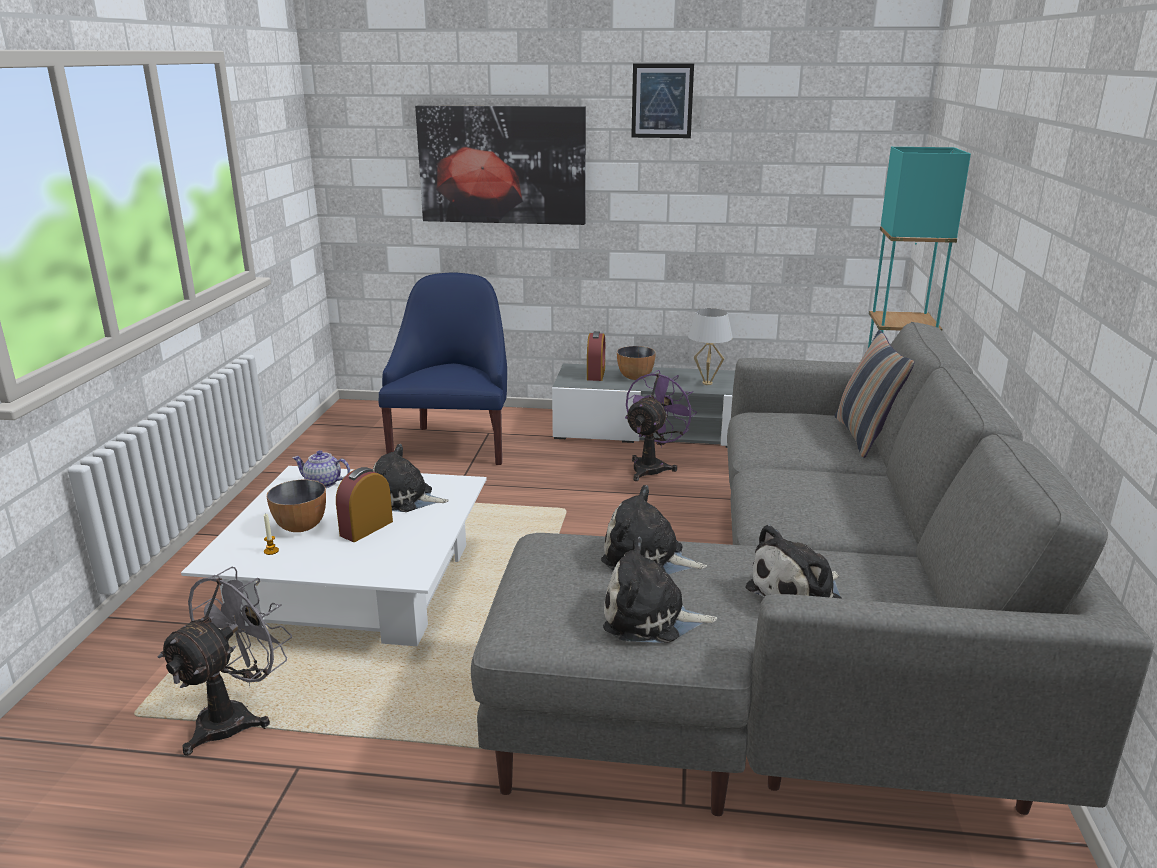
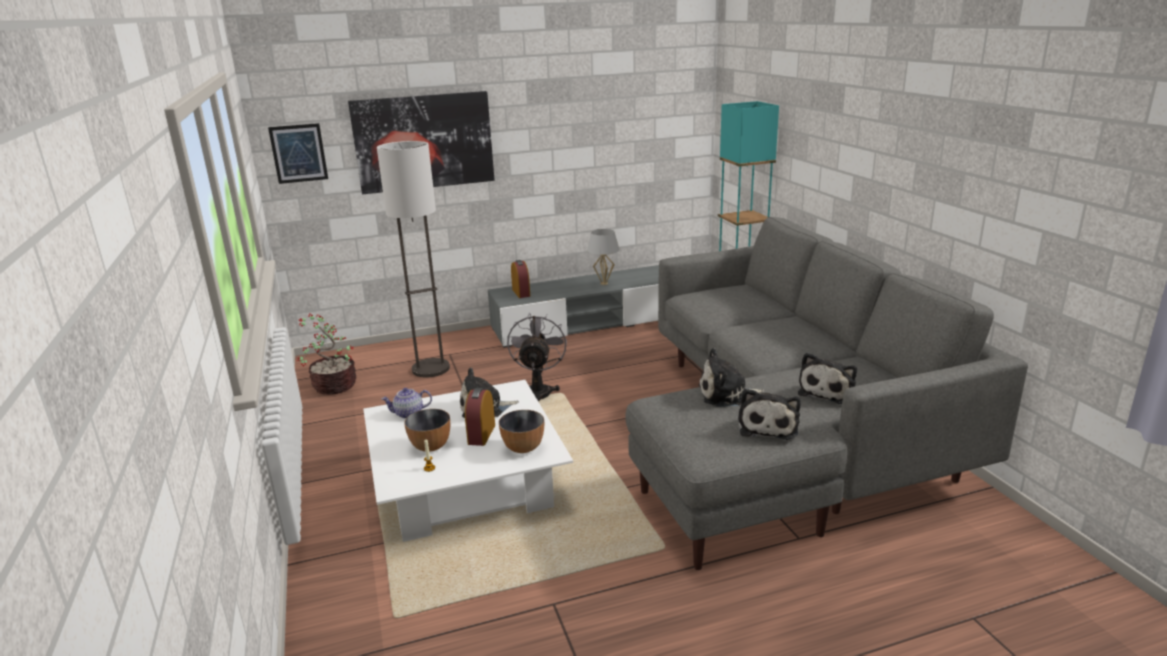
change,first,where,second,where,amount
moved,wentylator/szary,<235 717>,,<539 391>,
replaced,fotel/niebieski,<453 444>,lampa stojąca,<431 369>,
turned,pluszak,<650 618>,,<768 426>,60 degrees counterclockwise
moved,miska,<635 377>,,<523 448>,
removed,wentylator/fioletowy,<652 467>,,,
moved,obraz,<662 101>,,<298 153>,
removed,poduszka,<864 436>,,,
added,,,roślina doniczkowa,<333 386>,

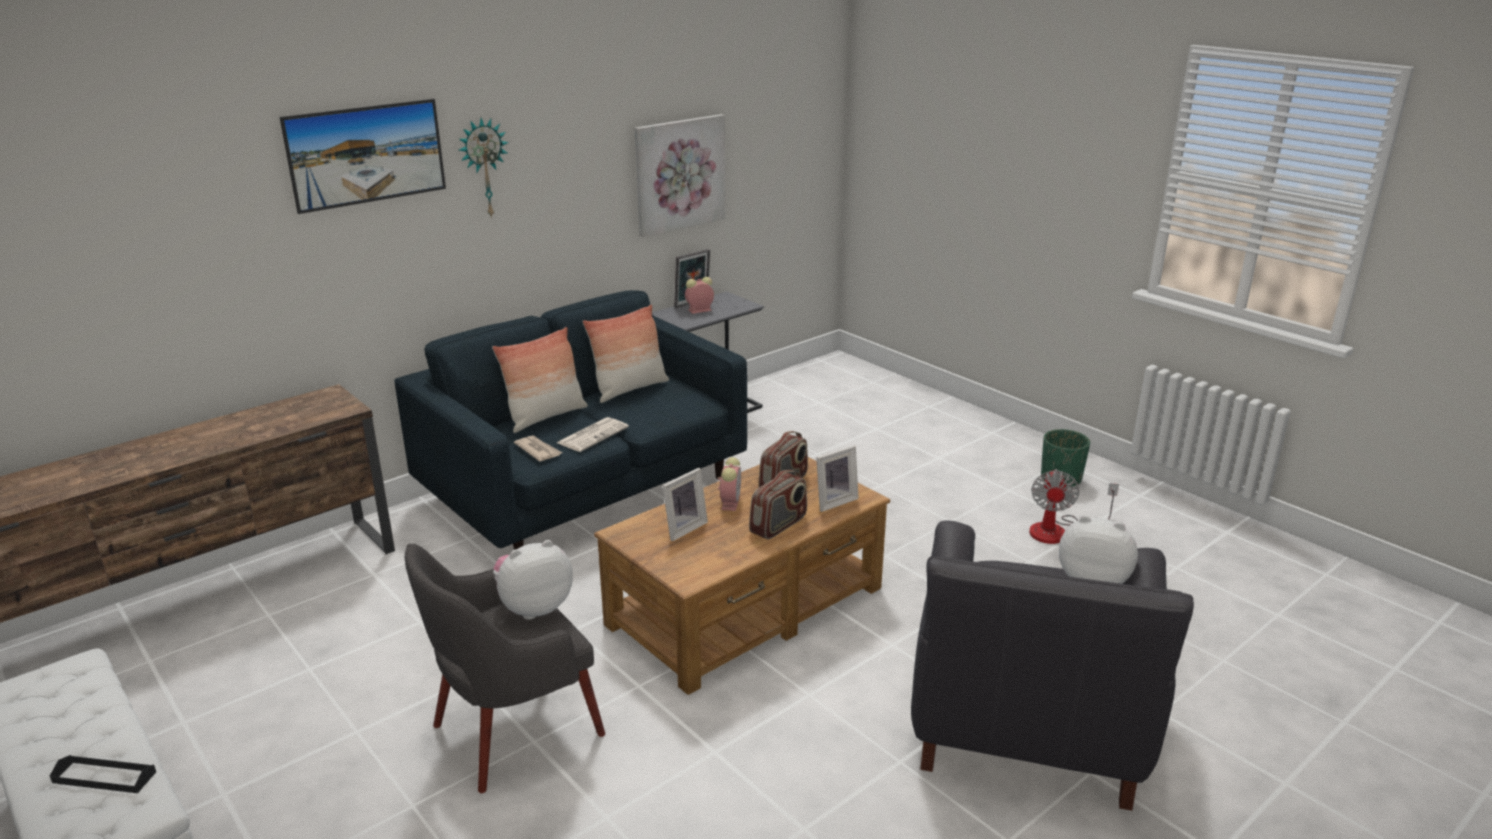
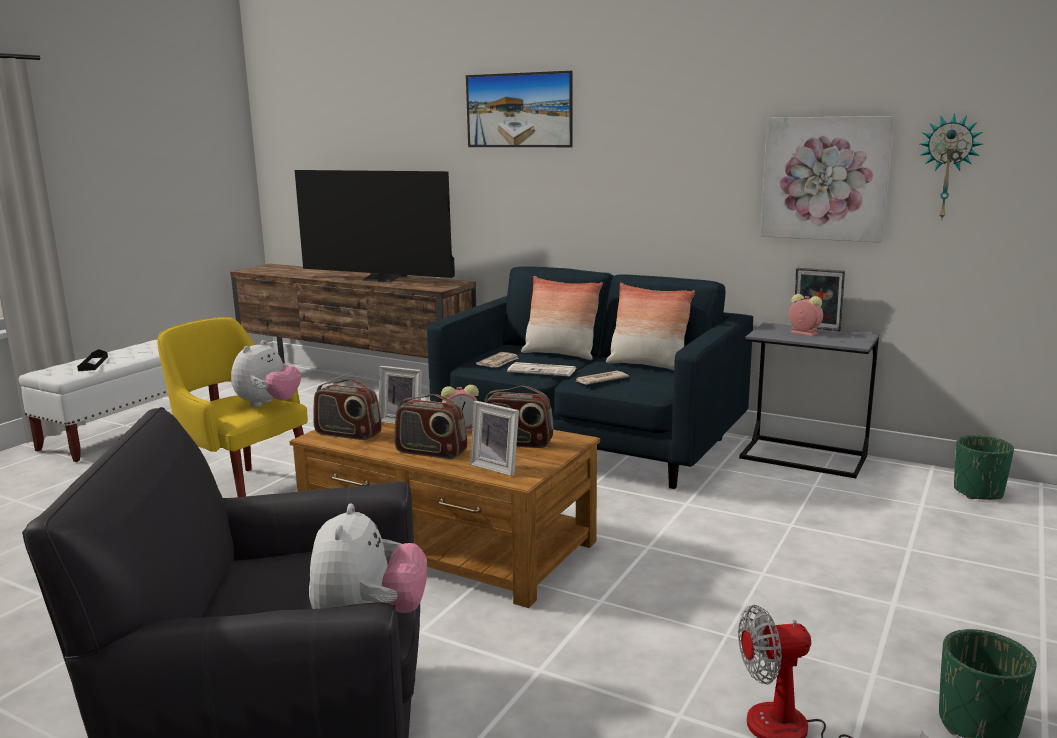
change,first,where,second,where,amount
recoloured,fotel/szary,<514 731>,fotel/żółty,<245 493>,
moved,zegar ścienny,<484 168>,,<948 167>,
turned,pluszak,<534 607>,,<268 404>,75 degrees clockwise
added,,,telewizor,<382 279>,
added,,,radio,<348 434>,
added,,,gazeta,<600 380>,
added,,,donica/zielony,<978 492>,

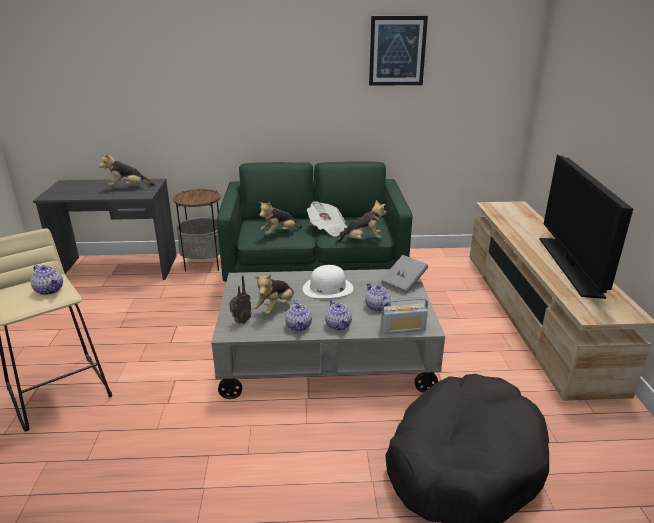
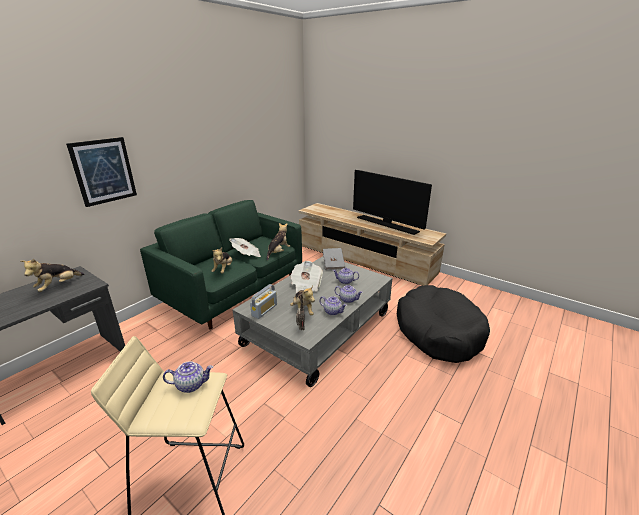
change,first,where,second,where,amount
removed,stolik,<204 263>,,,
replaced,kapelusz/biały,<327 288>,gazeta,<306 286>,
moved,obraz,<397 51>,,<103 171>,
moved,radio,<403 328>,,<264 310>,

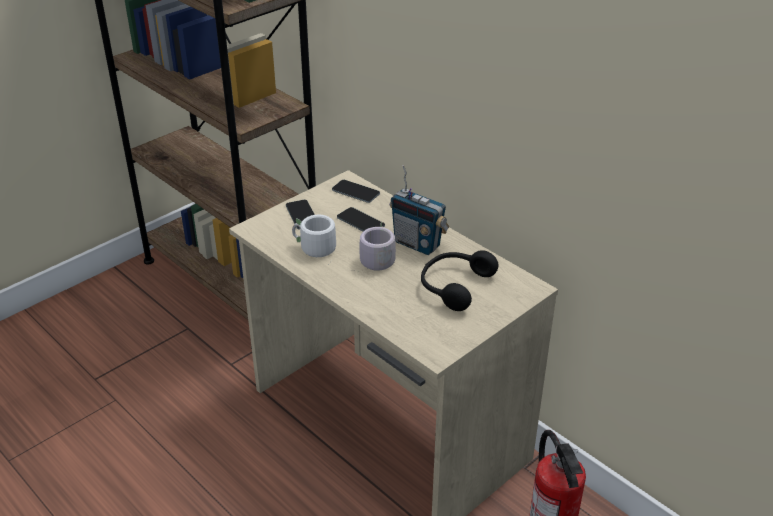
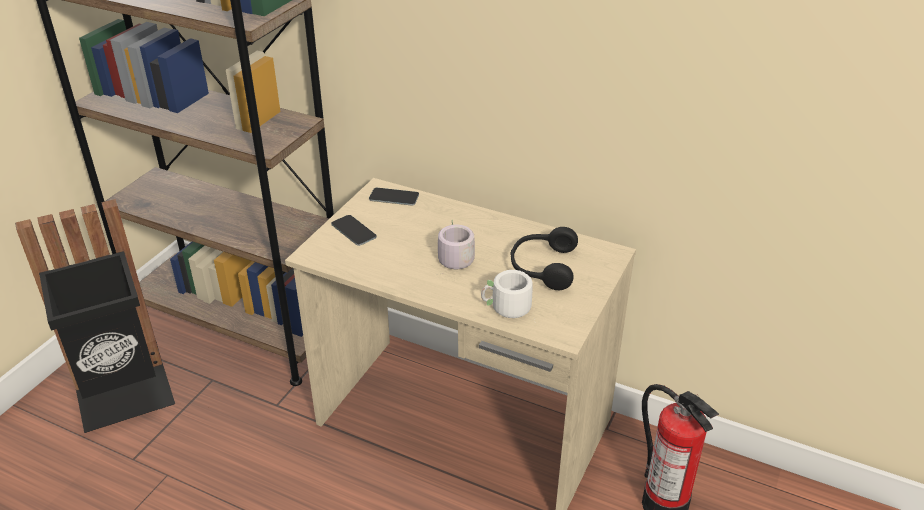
change,first,where,second,where,amount
moved,kubek/biały,<313 249>,,<506 309>,
removed,telefon,<360 221>,,,
removed,radio,<417 244>,,,
added,,,kosz na śmieci/czarny,<126 396>,

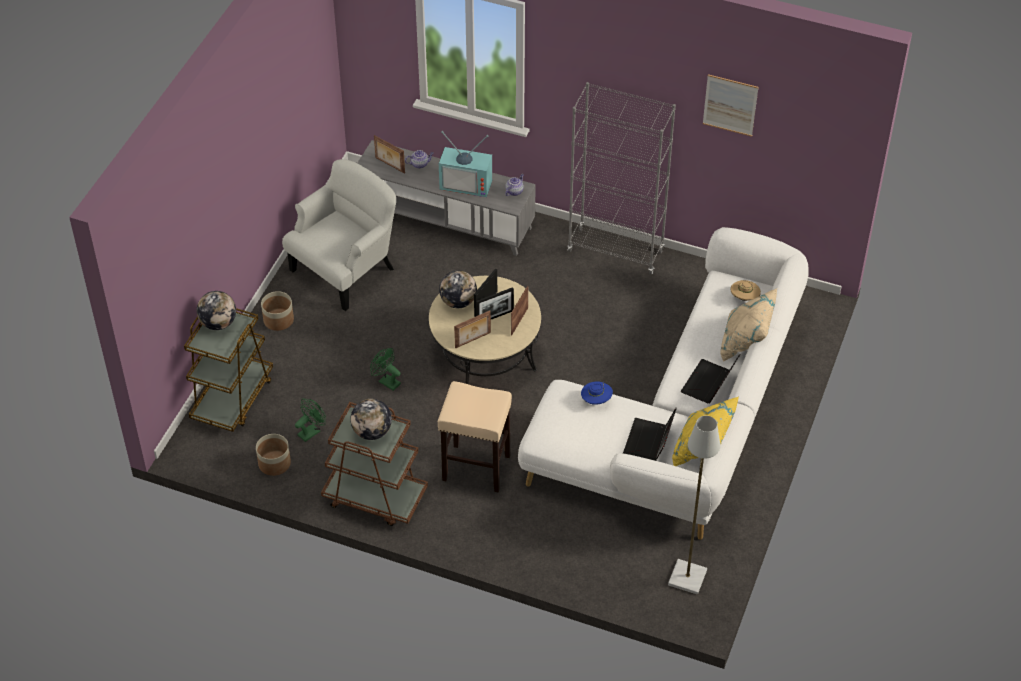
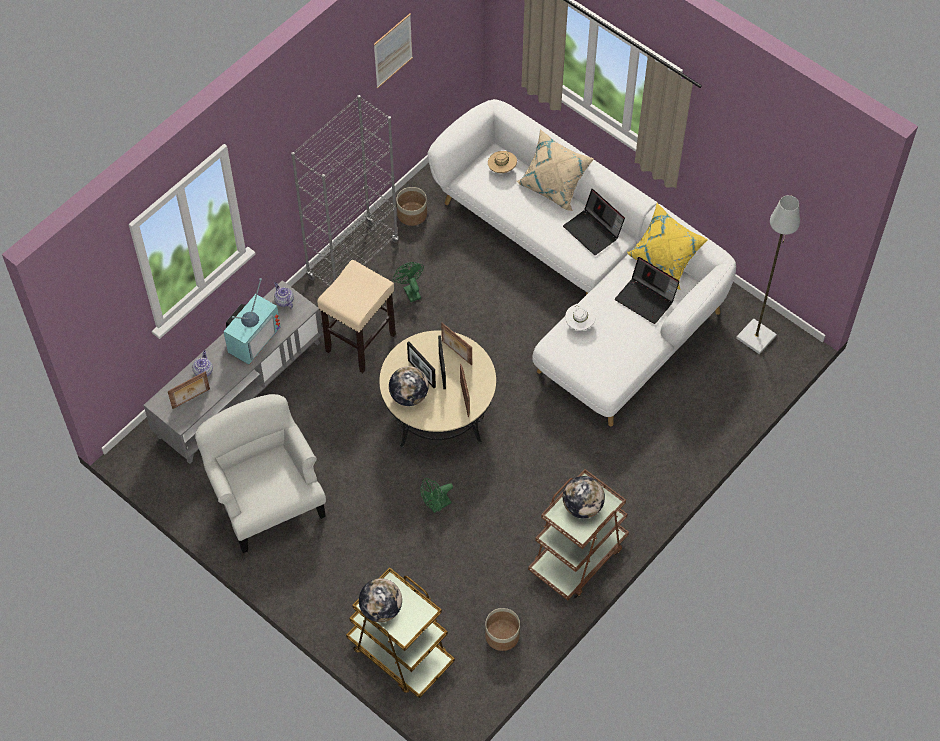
change,first,where,second,where,amount
moved,donica,<278 320>,,<412 214>,
moved,wentylator/zielony,<311 431>,,<410 291>,
moved,stołek/beżowy,<475 468>,,<360 343>,
recoloured,kapelusz/niebieski,<596 400>,kapelusz/biały,<579 323>,

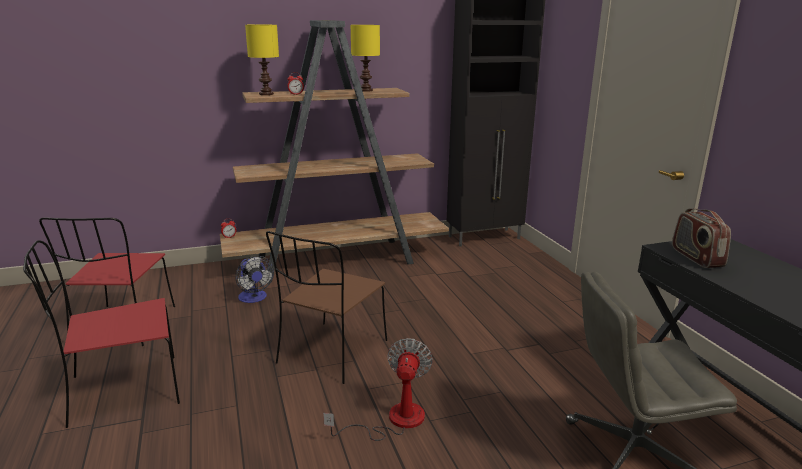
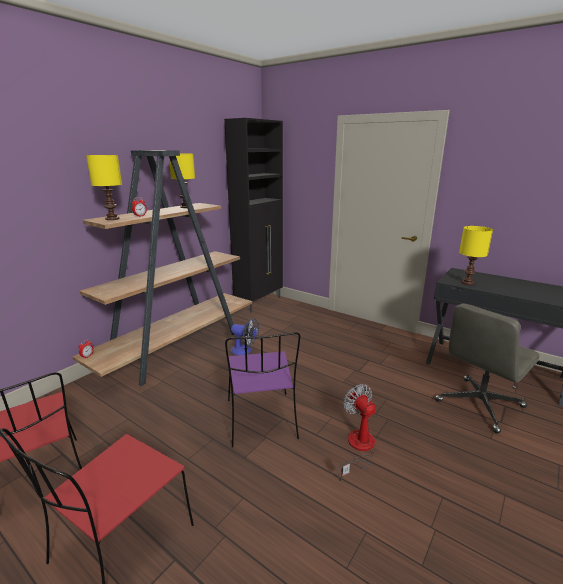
change,first,where,second,where,amount
moved,wentylator,<254 298>,,<244 351>,
recoloured,krzesło/brązowy,<331 353>,krzesło/fioletowy,<261 420>,
replaced,radio,<696 258>,lampa stołowa/żółty,<468 283>,

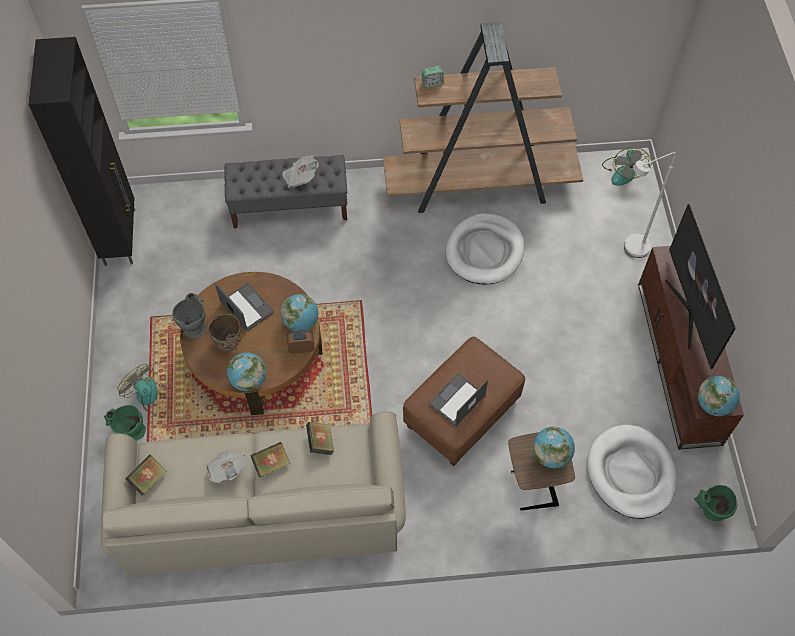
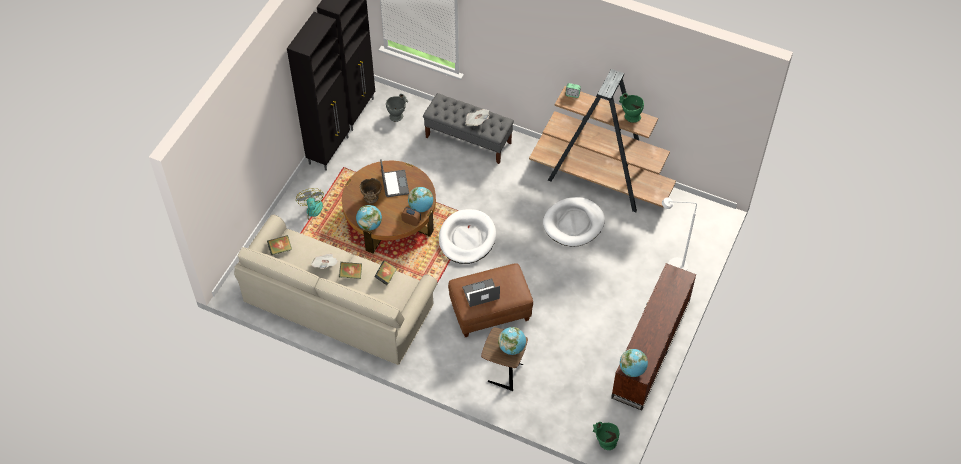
change,first,where,second,where,amount
moved,wazon/zielony,<130 431>,,<629 116>,
moved,wazon/szary,<194 325>,,<397 114>,
moved,legowisko/biały,<630 473>,,<467 238>,
removed,wentylator,<623 171>,,,
removed,telewizor,<689 312>,,,
added,,,szafka/czarny,<329 150>,

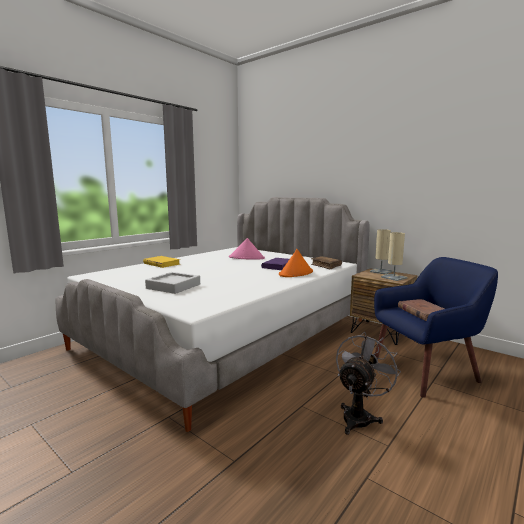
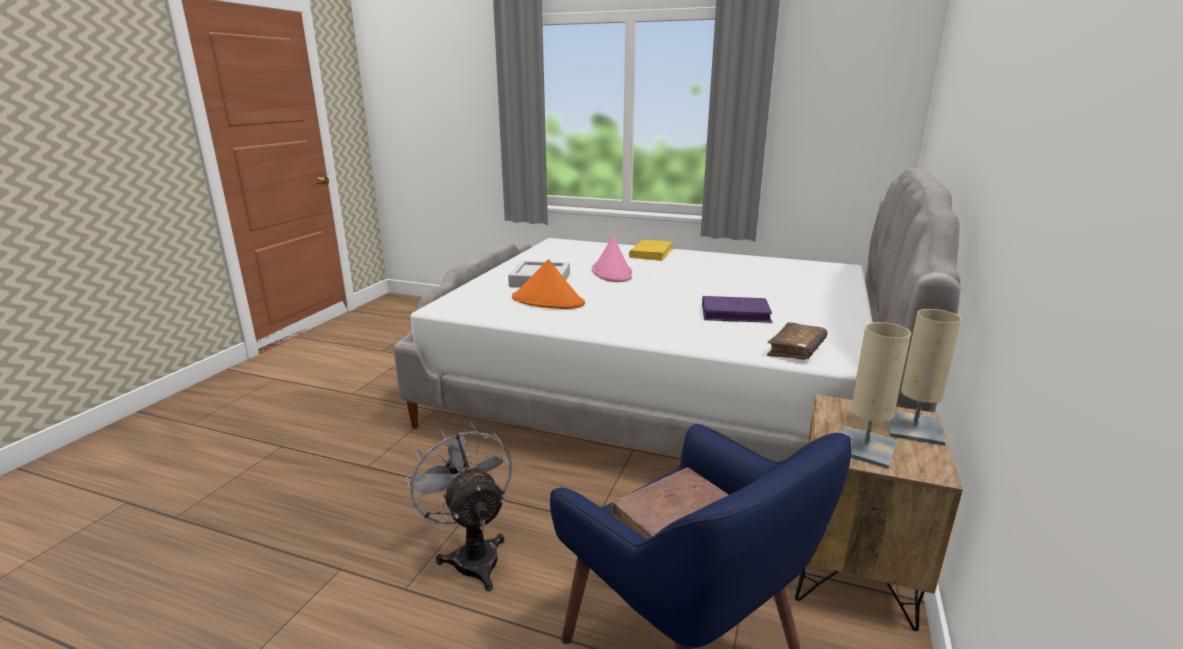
change,first,where,second,where,amount
moved,kapelusz/różowy,<246 258>,,<612 272>,
moved,kapelusz/pomarańczowy,<296 273>,,<548 301>,
turned,wentylator/szary,<359 416>,,<472 554>,135 degrees counterclockwise

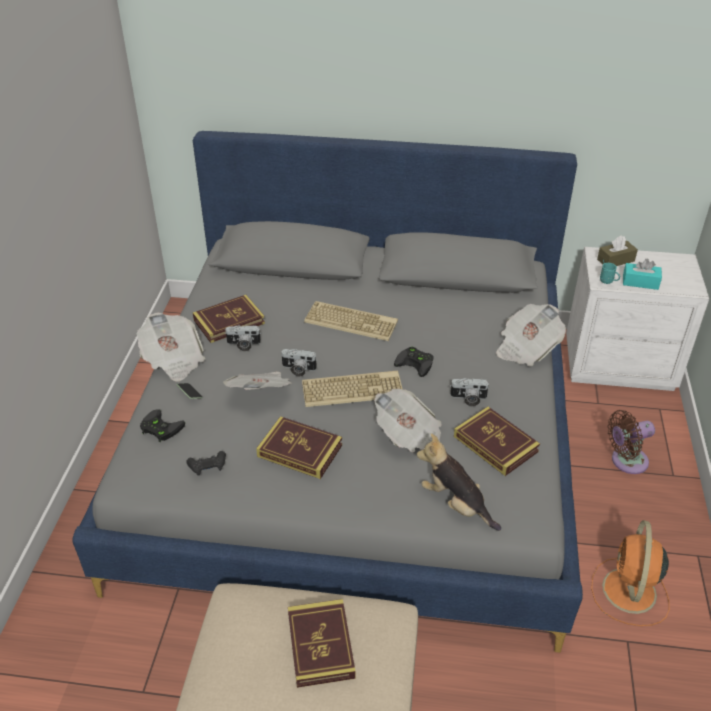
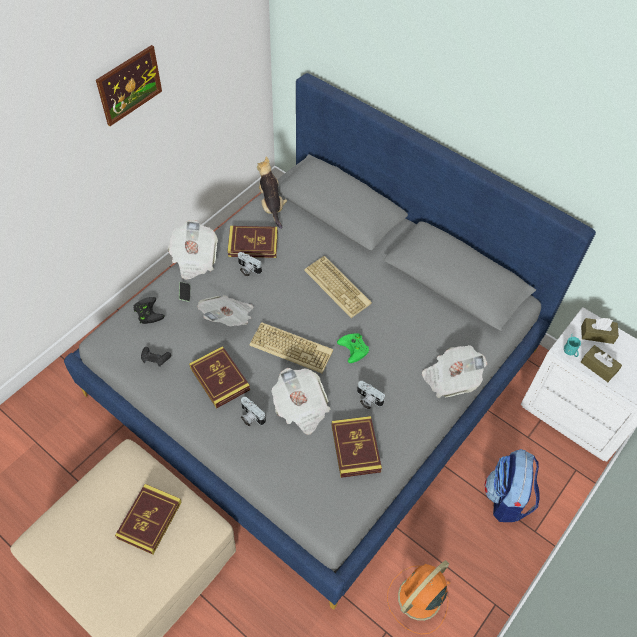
change,first,where,second,where,amount
moved,aparat fotograficzny,<298 369>,,<250 417>,
recoloured,pad do gier/czarny,<416 363>,pad do gier/zielony,<355 349>,
moved,pluszak,<456 504>,,<271 206>,
replaced,wentylator/brązowy,<626 461>,plecak,<506 498>,
recoloured,pudełko chusteczek/turkusowy,<640 282>,pudełko chusteczek/brązowy,<598 367>,
added,,,obraz,<129 85>,

